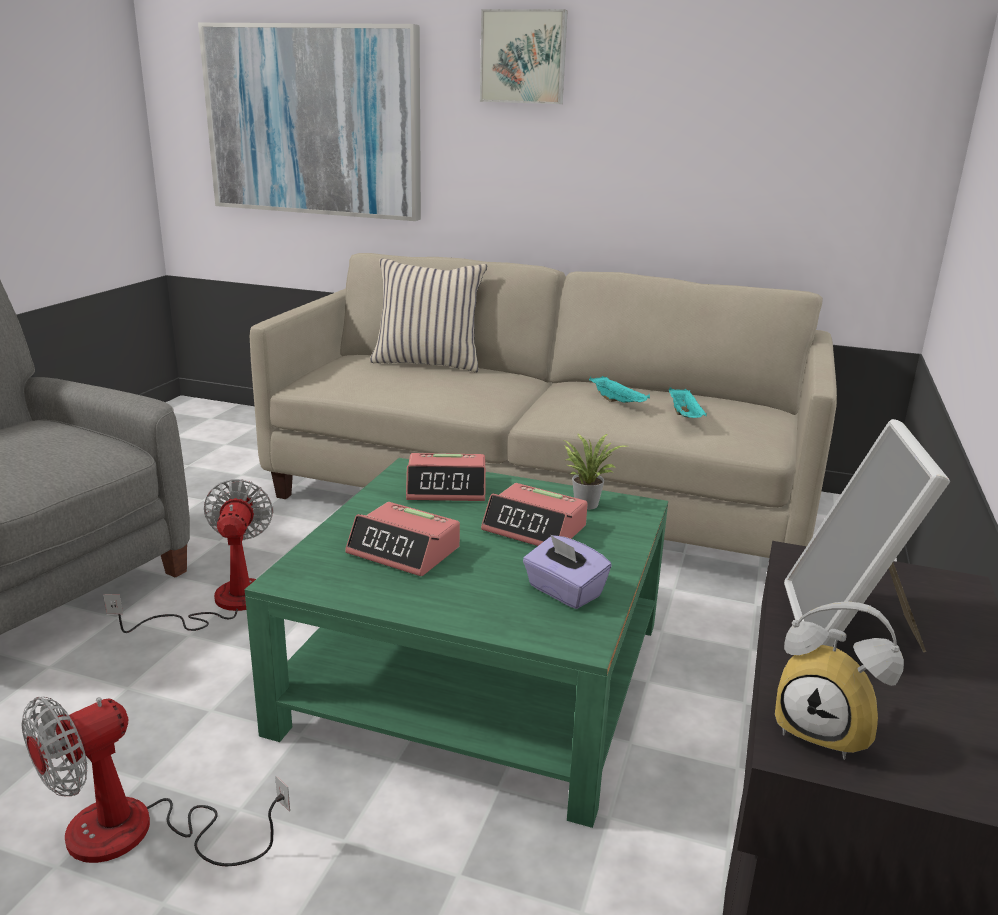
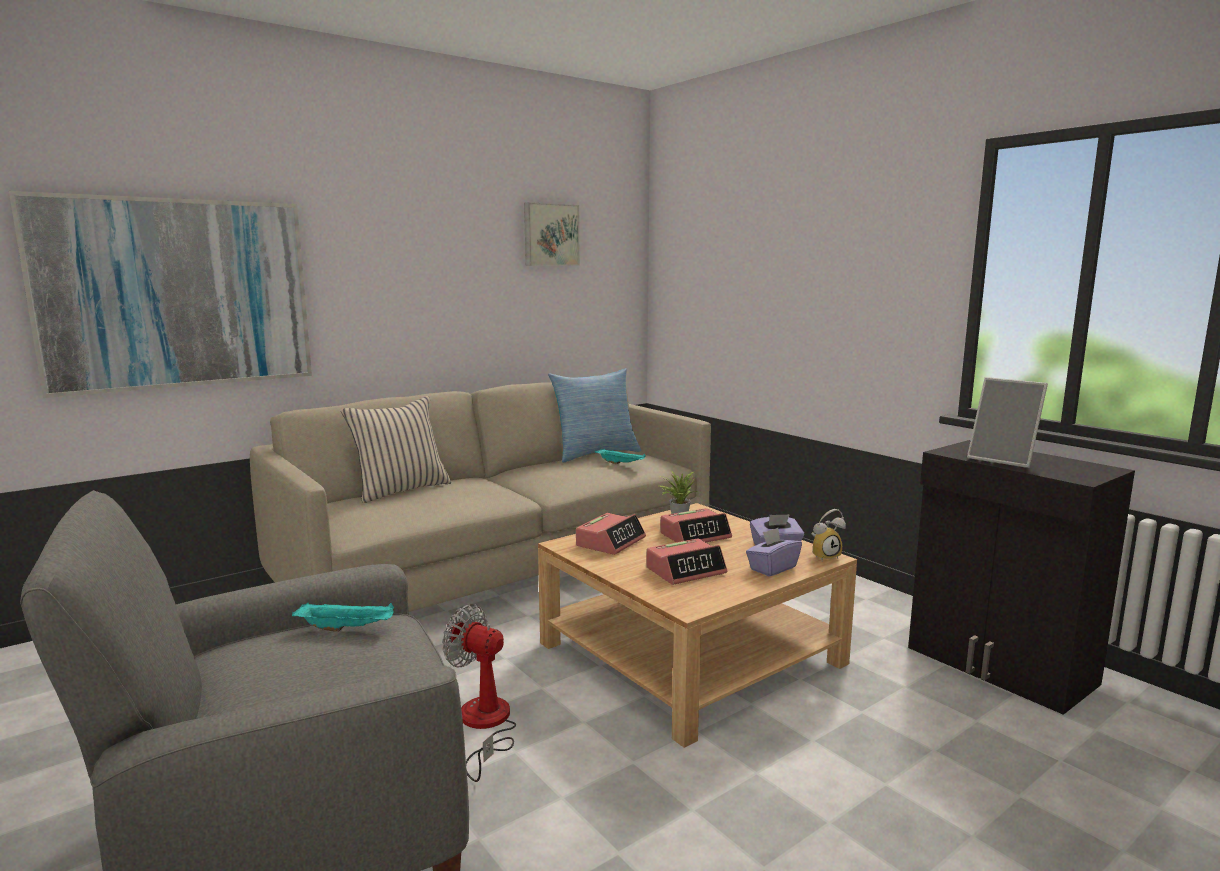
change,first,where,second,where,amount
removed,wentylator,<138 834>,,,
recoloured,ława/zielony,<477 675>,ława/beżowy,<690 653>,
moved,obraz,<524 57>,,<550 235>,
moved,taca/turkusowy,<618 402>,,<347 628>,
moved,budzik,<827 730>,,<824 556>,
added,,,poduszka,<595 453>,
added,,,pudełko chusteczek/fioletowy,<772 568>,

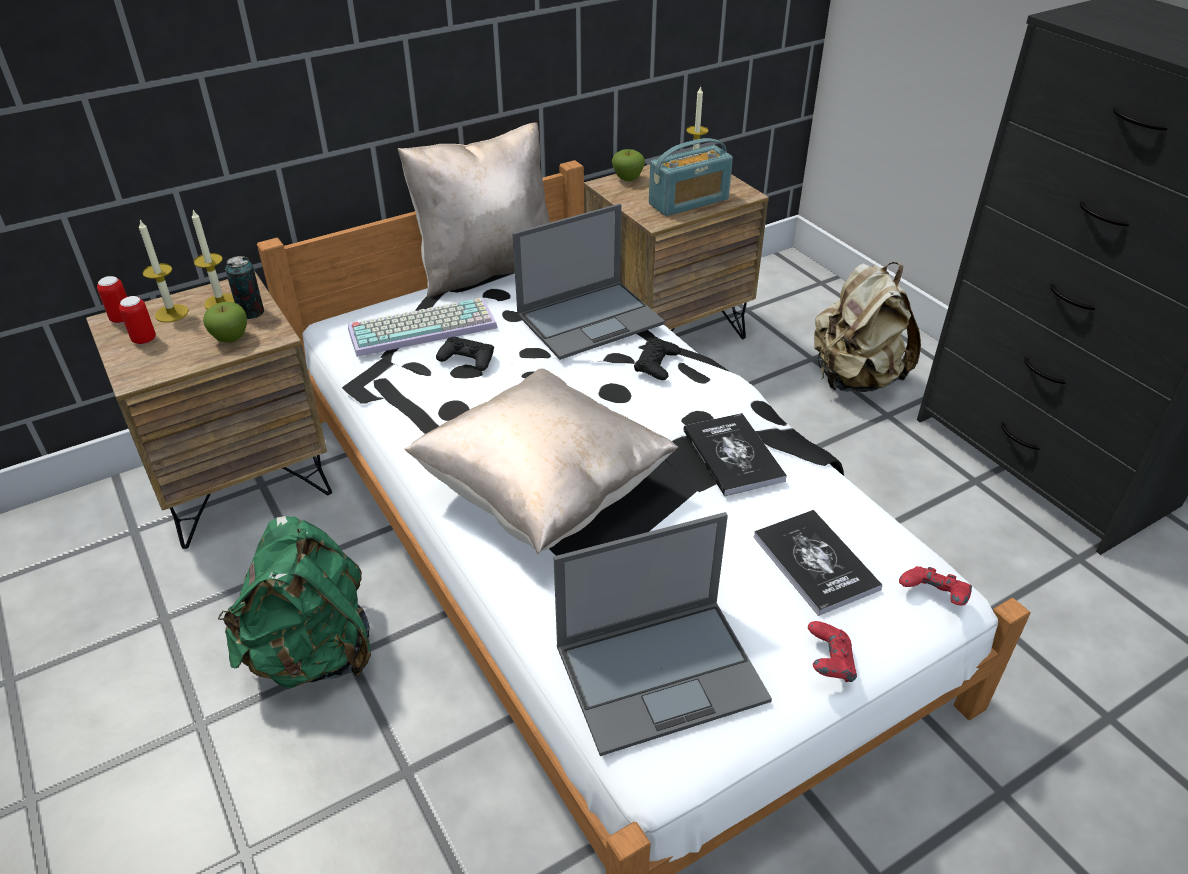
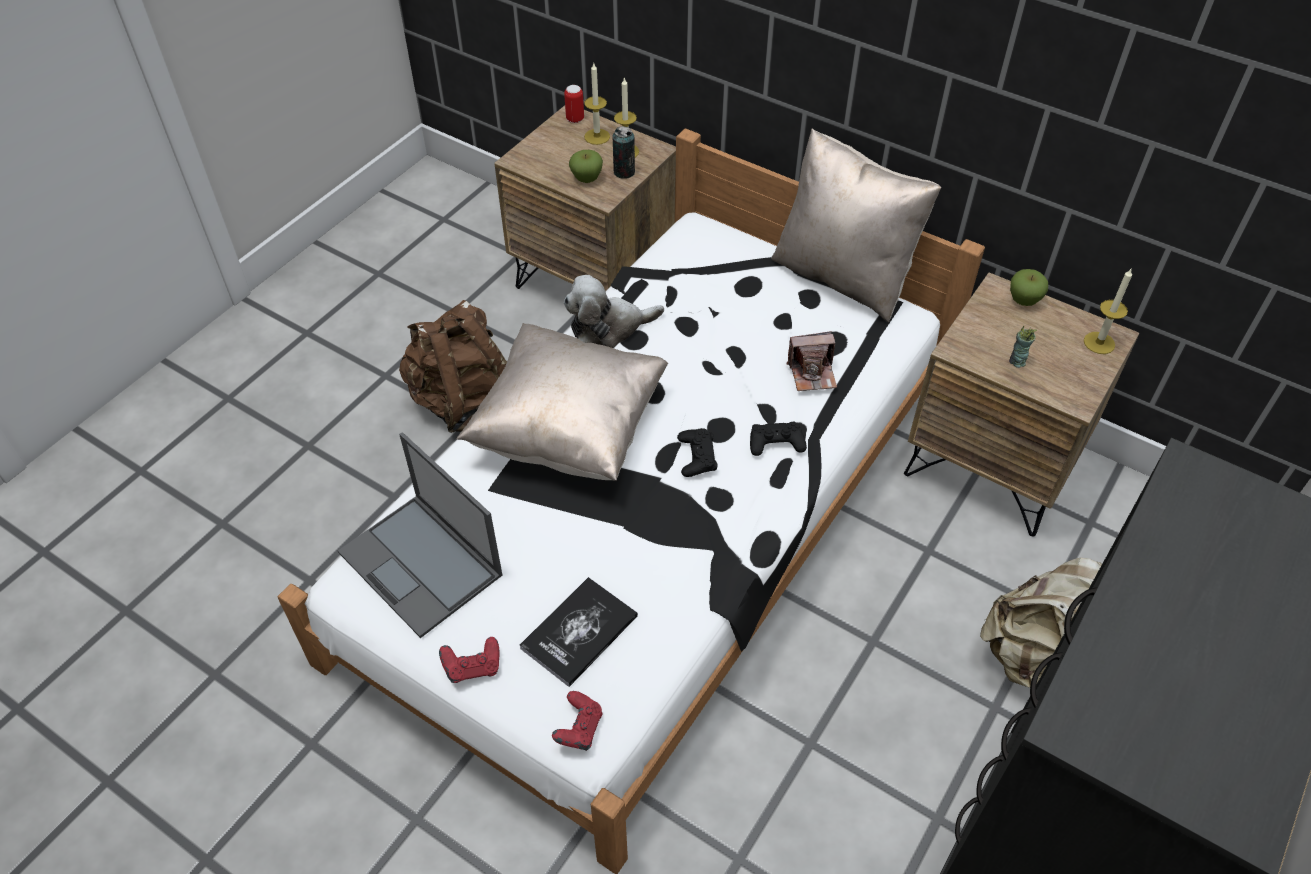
change,first,where,second,where,amount
removed,puszka,<144 340>,,,
recoloured,plecak/zielony,<313 653>,plecak/brązowy,<463 401>,
removed,klawiatura,<424 327>,,,
moved,pad do gier/czarny,<467 358>,,<697 456>,
replaced,laptop,<591 319>,aparat fotograficzny,<812 373>,
replaced,radio,<688 202>,filiżanka,<1017 361>,
removed,książka,<733 455>,,,
added,,,pluszak,<609 328>,

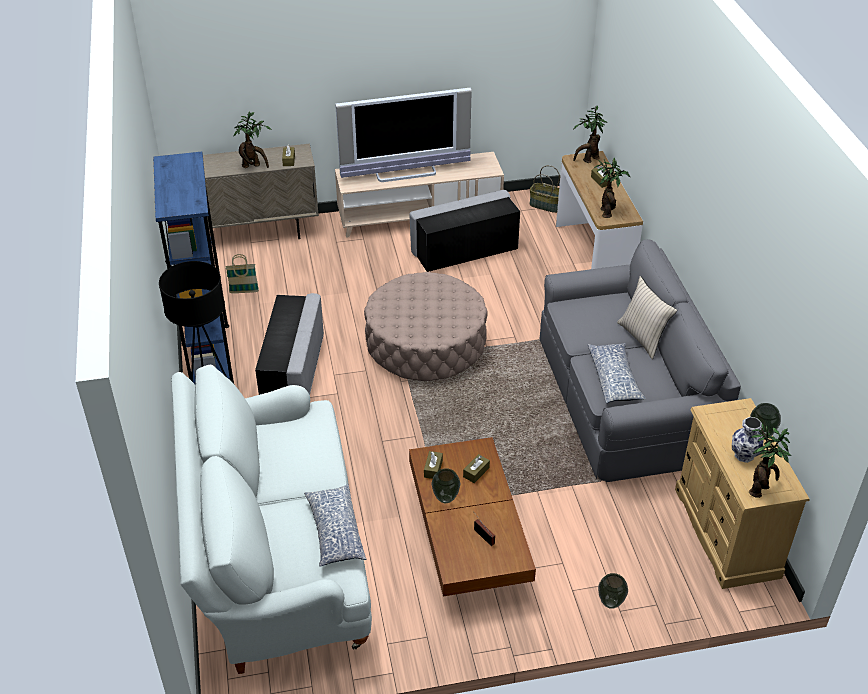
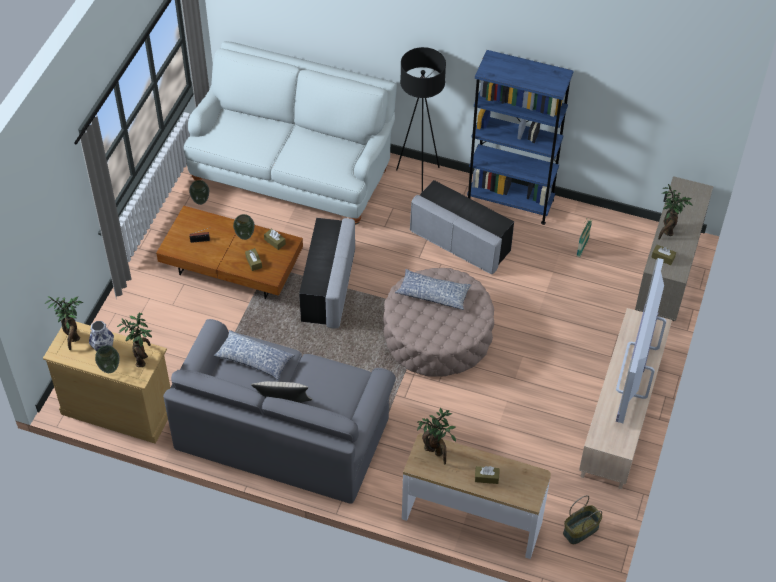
change,first,where,second,where,amount
moved,poduszka,<335 532>,,<433 294>,
moved,pufa/szary,<465 250>,,<328 286>,
moved,roślina doniczkowa,<588 159>,,<142 357>,
moved,wazon,<610 603>,,<200 201>,

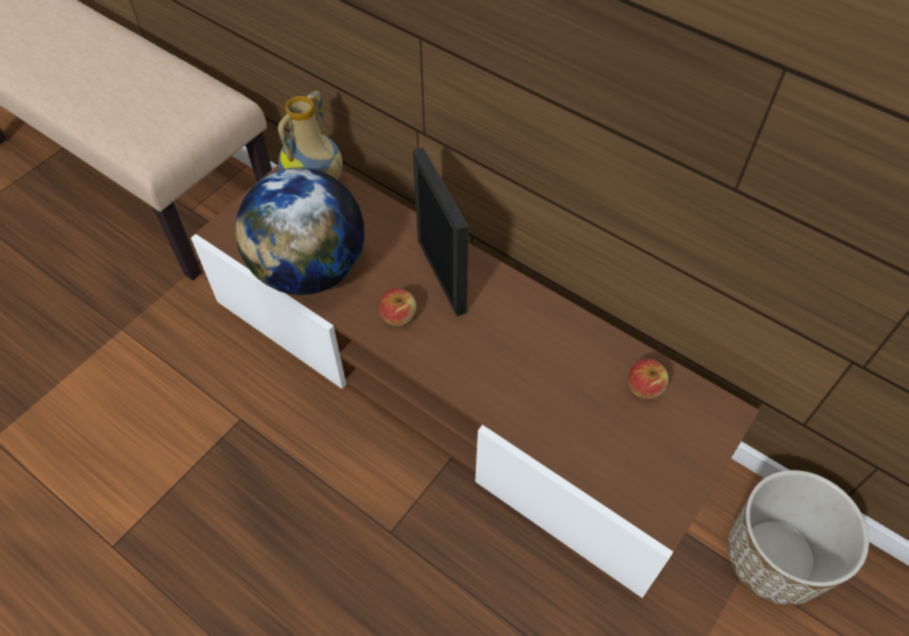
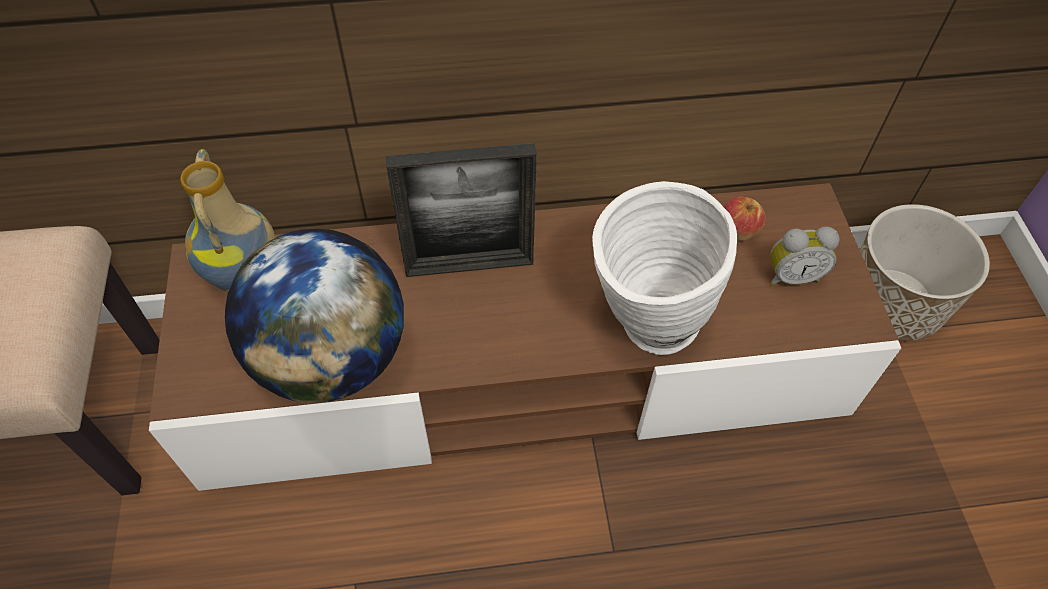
change,first,where,second,where,amount
removed,jabłko,<398 316>,,,
turned,ramka na zdjęcie,<441 276>,,<469 265>,150 degrees clockwise
added,,,wazon/biały,<643 329>,
added,,,budzik,<791 276>,

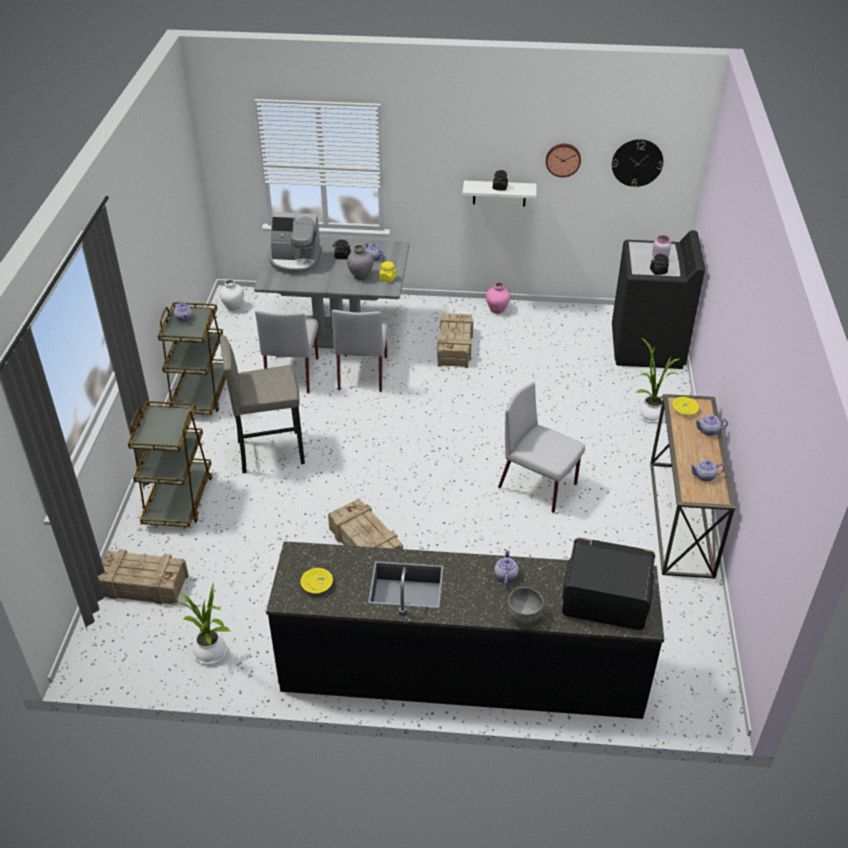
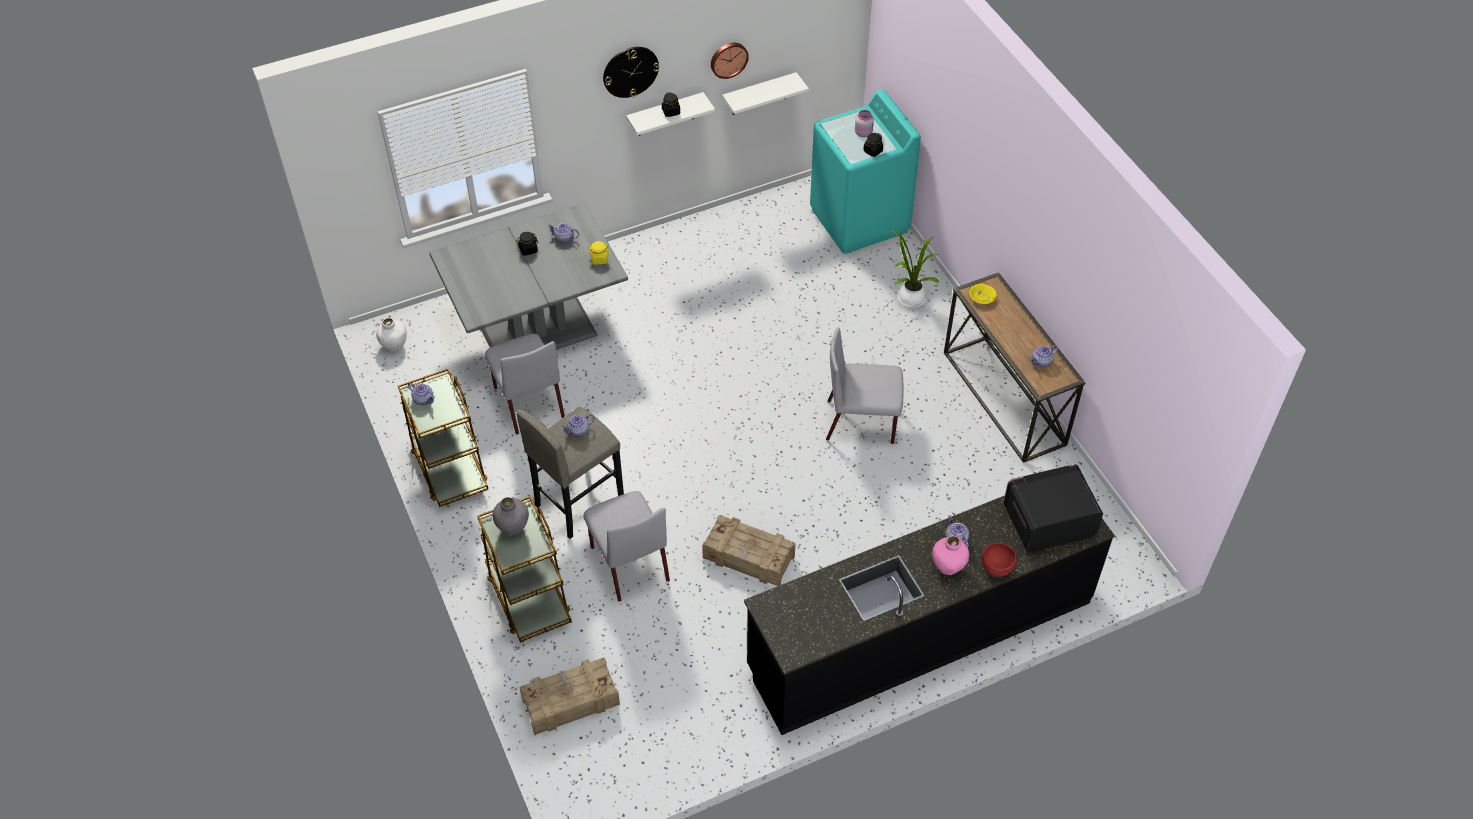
change,first,where,second,where,amount
removed,roślina doniczkowa,<211 655>,,,
removed,ekspres do kawy,<295 261>,,,
removed,miska/żółty,<318 584>,,,
moved,krzesło/szary,<363 372>,,<629 562>,
moved,wazon/szary,<361 276>,,<513 528>,
removed,skrzynka,<455 347>,,,
moved,wazon/różowy,<497 310>,,<948 567>,
recoloured,miska/szary,<524 615>,miska/czerwony,<996 568>,
moved,zegar ścienny,<637 162>,,<630 71>,
recoloured,pralka/czarny,<647 347>,pralka/turkusowy,<859 220>,
moved,imbryk,<708 431>,,<578 431>,
added,,,półka/biały,<759 94>,

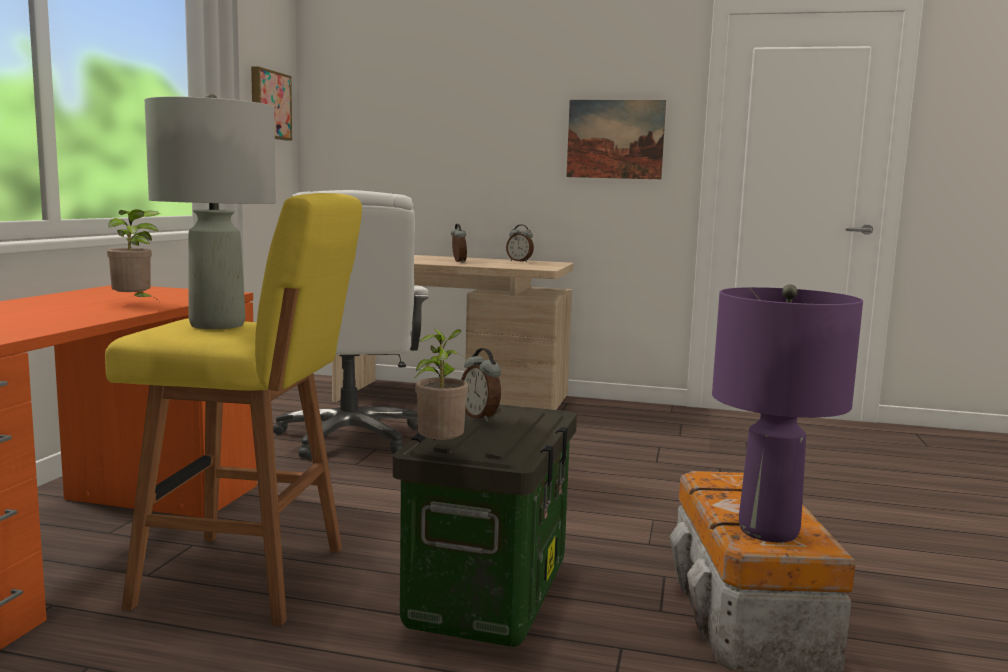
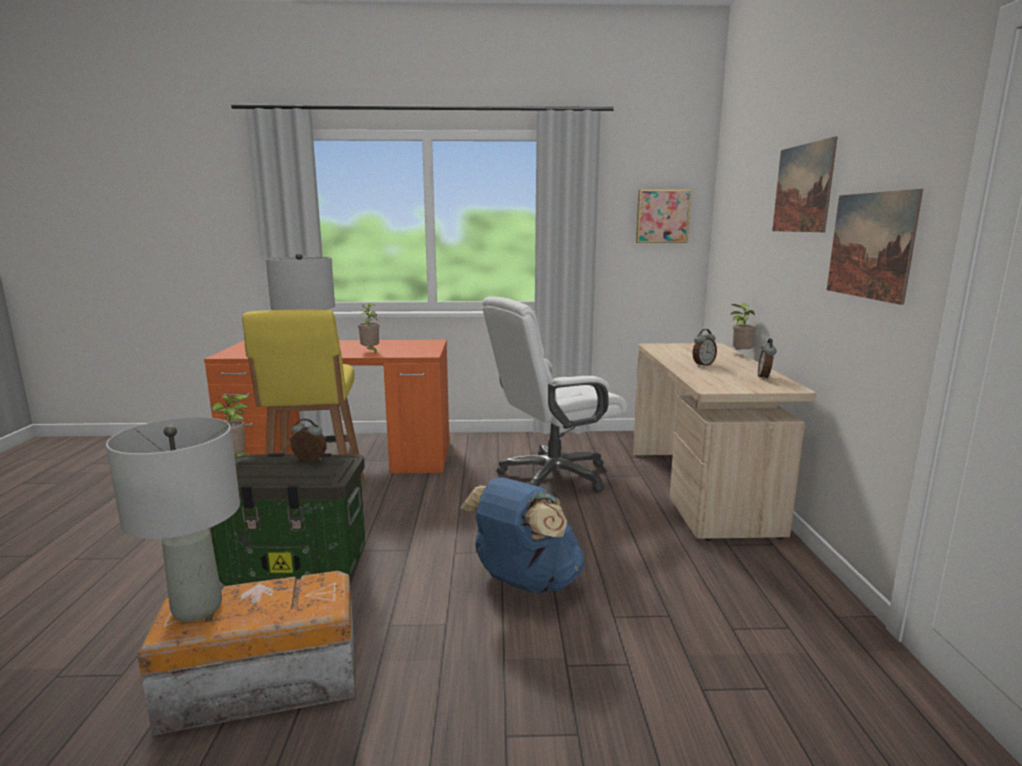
change,first,where,second,where,amount
turned,budzik,<480 417>,,<309 461>,60 degrees clockwise
recoloured,lampa stołowa/fioletowy,<768 530>,lampa stołowa/szary,<198 608>,
added,,,plecak/niebieski,<524 583>,
added,,,roślina doniczkowa,<740 354>,
added,,,obraz,<802 188>,

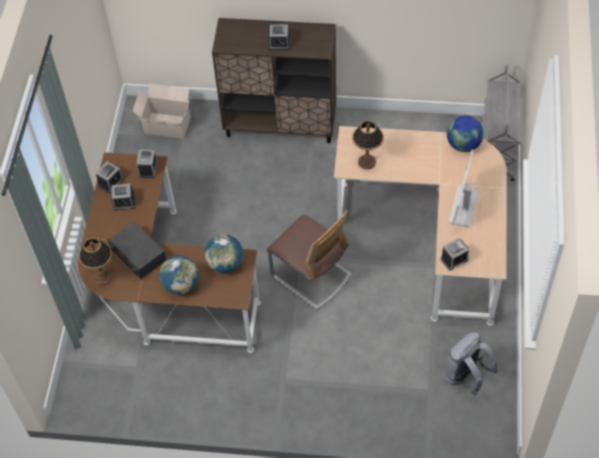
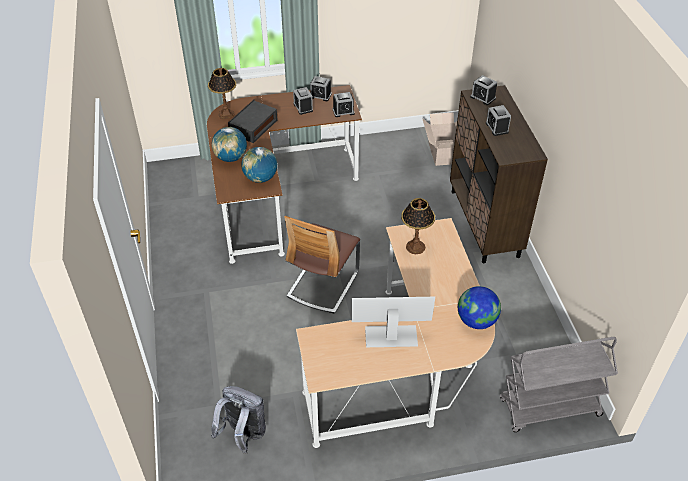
change,first,where,second,where,amount
moved,budzik,<454 259>,,<482 97>,

